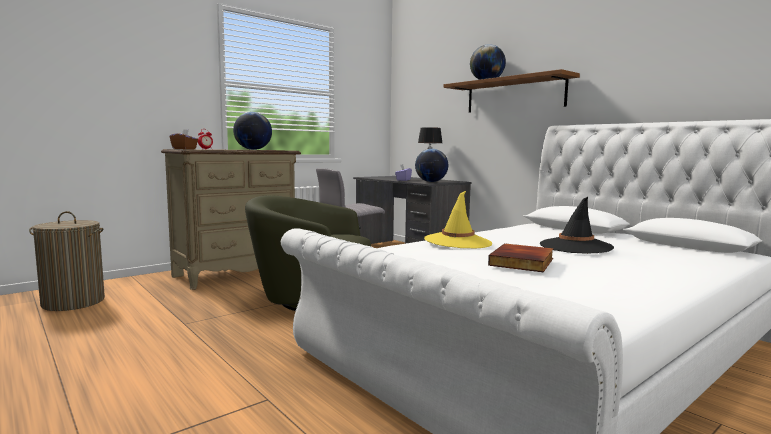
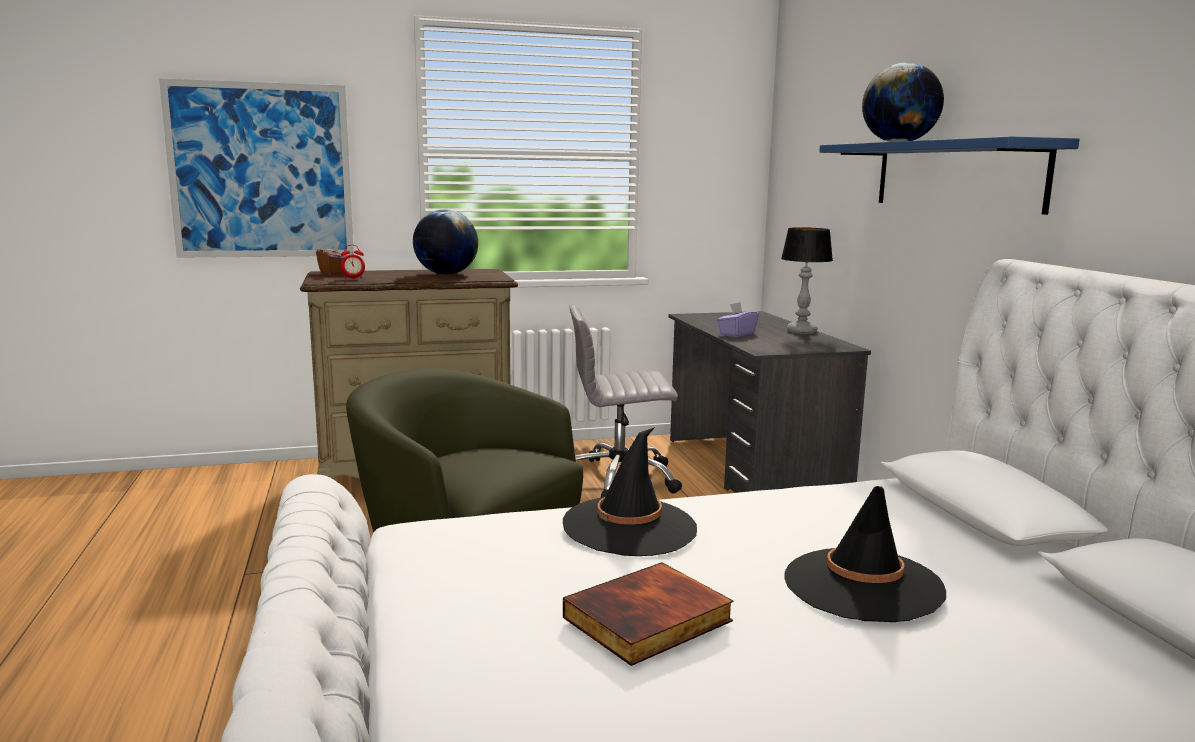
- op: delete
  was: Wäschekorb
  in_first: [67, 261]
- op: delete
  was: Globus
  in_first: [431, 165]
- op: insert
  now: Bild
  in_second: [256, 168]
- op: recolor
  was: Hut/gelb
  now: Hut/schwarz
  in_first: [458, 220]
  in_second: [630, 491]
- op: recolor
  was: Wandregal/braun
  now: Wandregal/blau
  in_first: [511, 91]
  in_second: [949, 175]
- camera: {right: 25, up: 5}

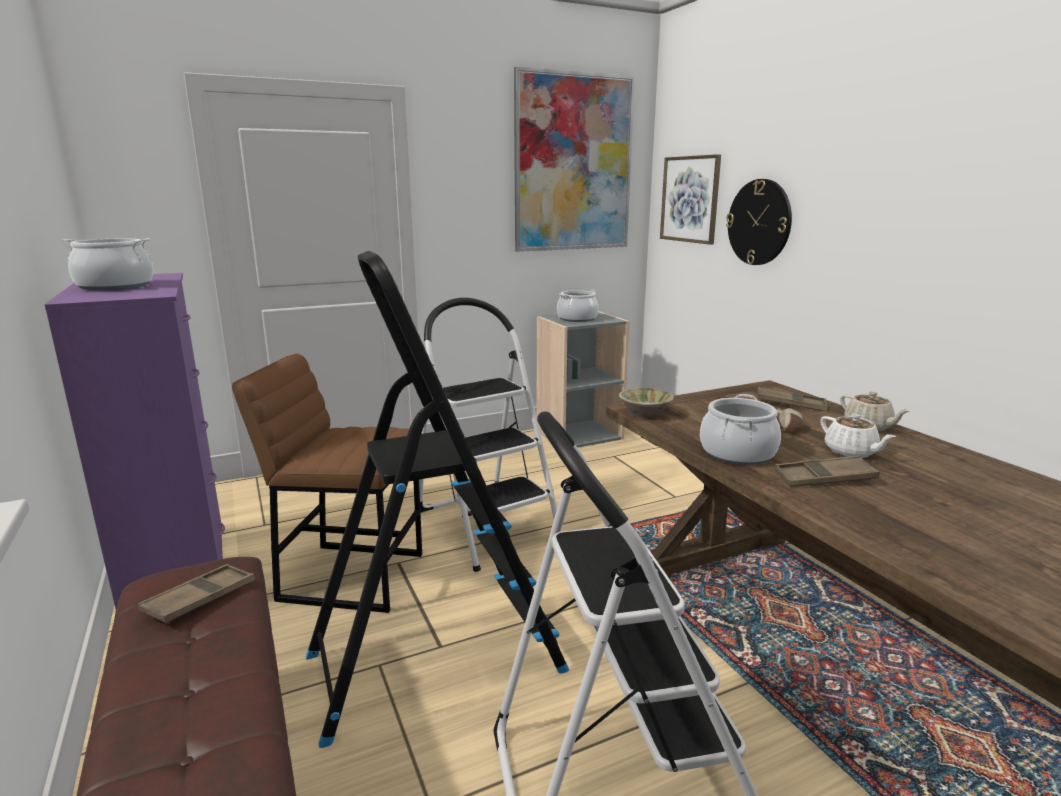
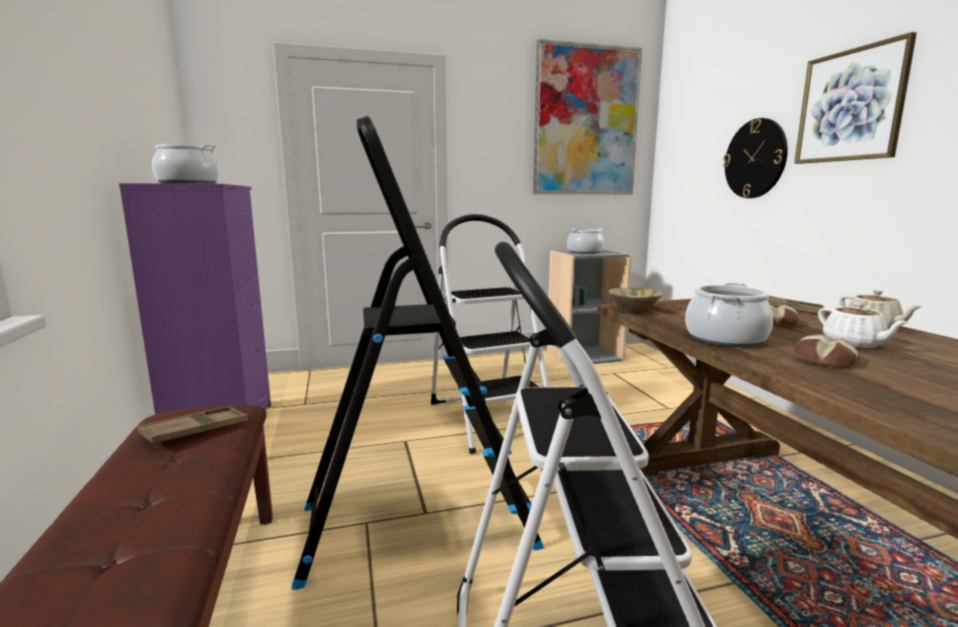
- op: delete
  was: Hocker/braun
  in_first: [327, 483]
- op: move
  was: Bild
  in_first: [690, 199]
  in_second: [855, 98]
- op: replace
  was: Tablett/braun
  now: Brot
  in_first: [827, 471]
  in_second: [827, 351]
- camera: {right: 10, up: -5}

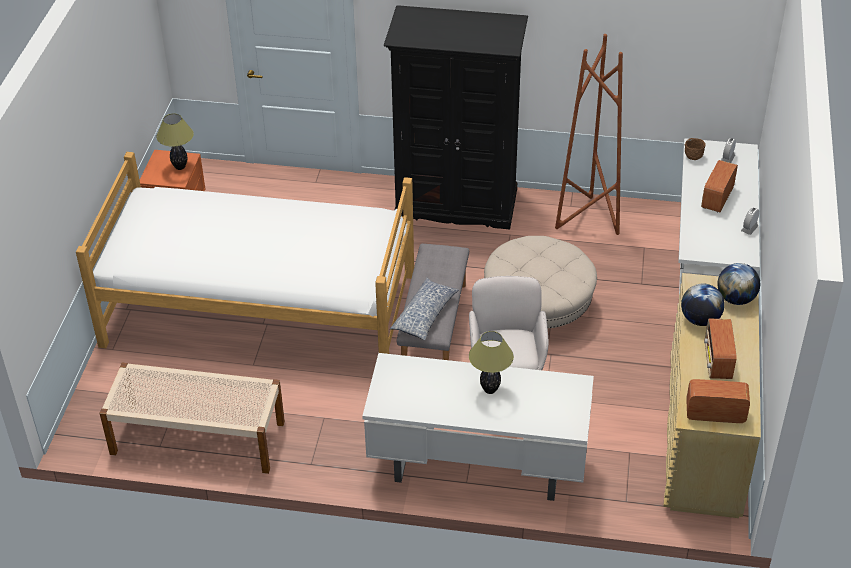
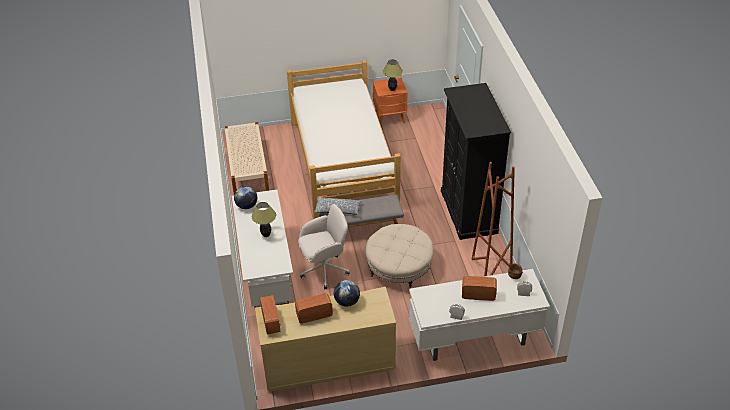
- op: move
  was: Globus
  in_first: [739, 284]
  in_second: [245, 197]
- camera: {right: 70, up: 0}

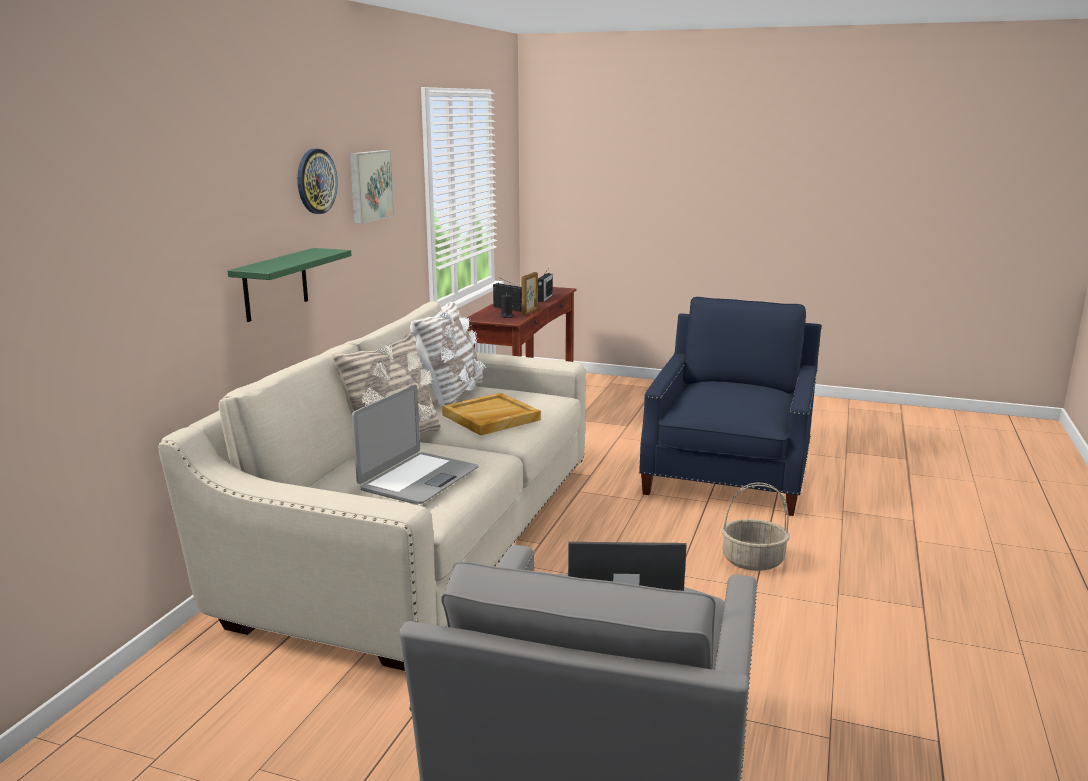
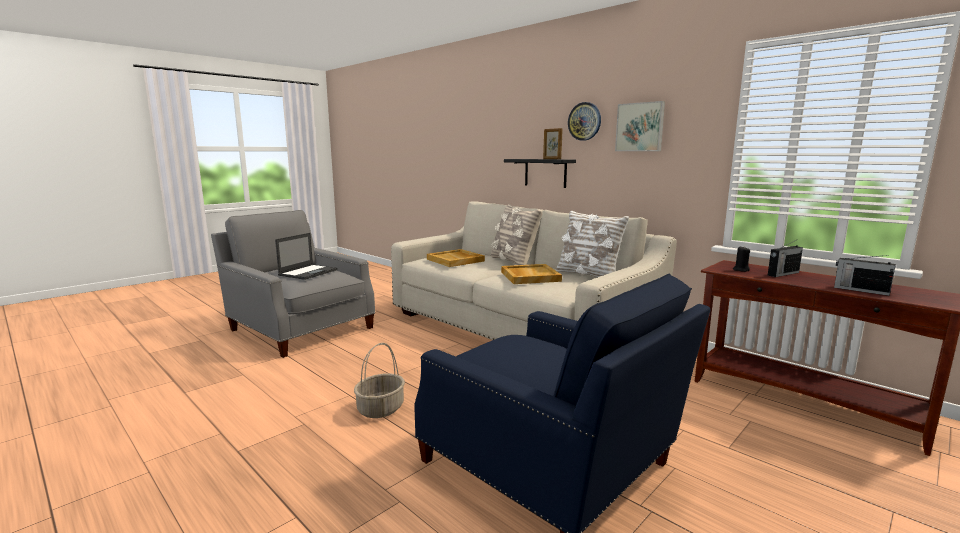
- op: move
  was: Bilderrahmen
  in_first: [529, 294]
  in_second: [553, 143]
- op: replace
  was: Laptop
  now: Tablett/beige
  in_first: [415, 444]
  in_second: [456, 258]
- op: recolor
  was: Wandregal/grün
  now: Wandregal/schwarz
  in_first: [289, 285]
  in_second: [540, 173]
- camera: {right: 115, up: -5}

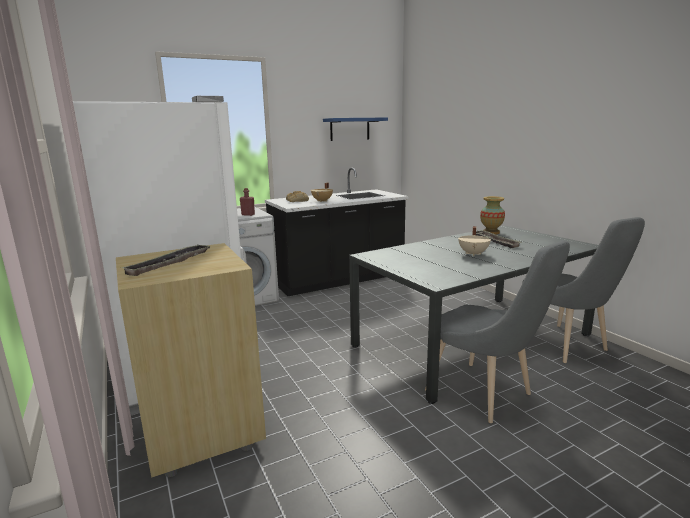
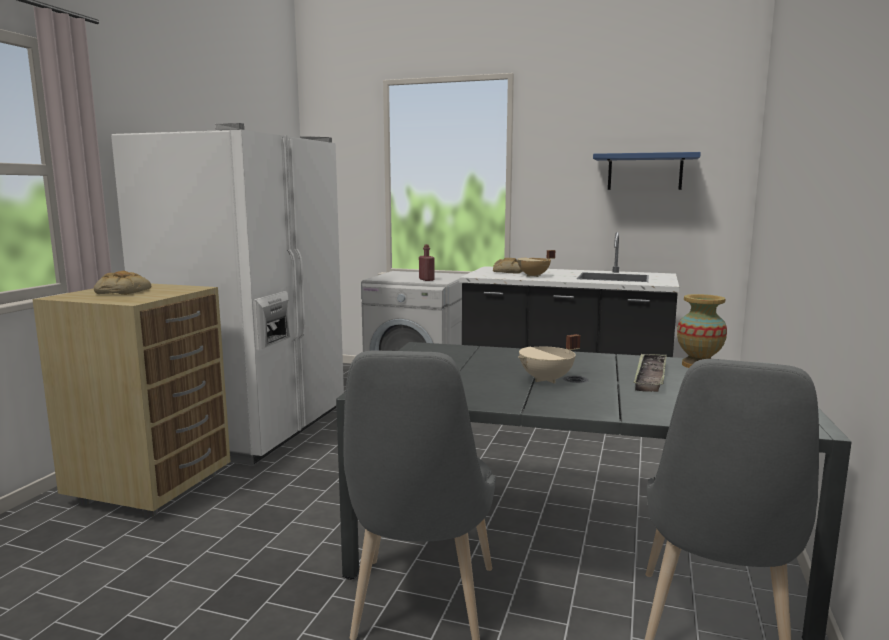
- op: replace
  was: Tablett
  now: Brot
  in_first: [166, 260]
  in_second: [122, 283]
- camera: {right: 45, up: -5}

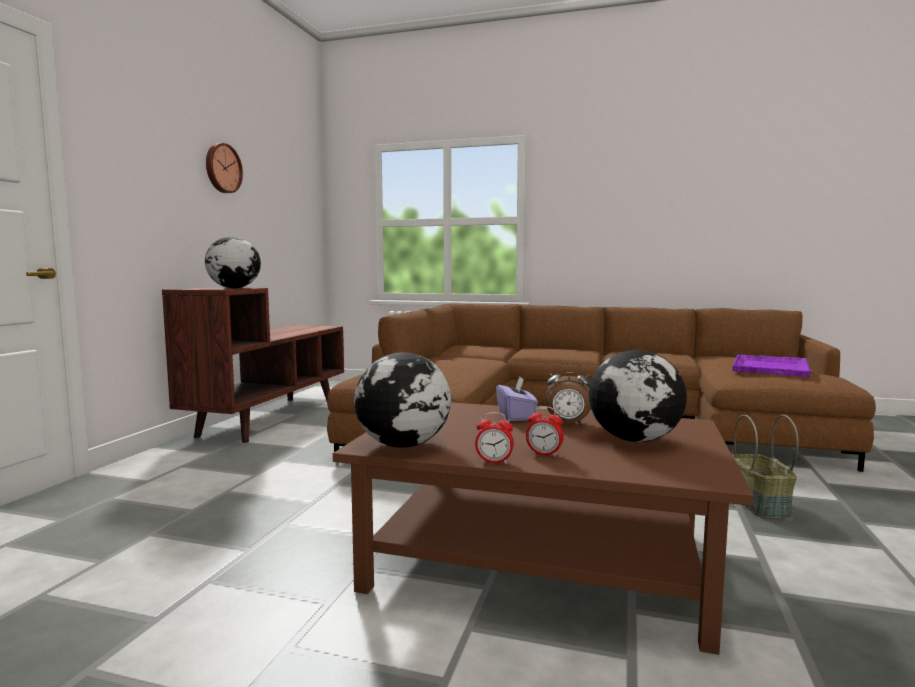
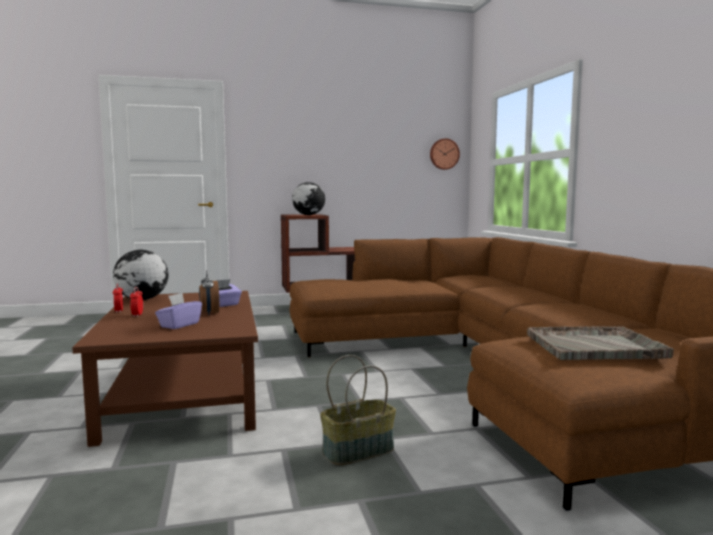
- op: move
  was: Wanduhr
  in_first: [224, 168]
  in_second: [445, 154]
- op: replace
  was: Globus
  now: Taschentuchbox/lila
  in_first: [638, 396]
  in_second: [178, 311]
- op: recolor
  was: Tablett/lila
  now: Tablett/grau
  in_first: [771, 365]
  in_second: [600, 343]
- camera: {right: 60, up: 0}

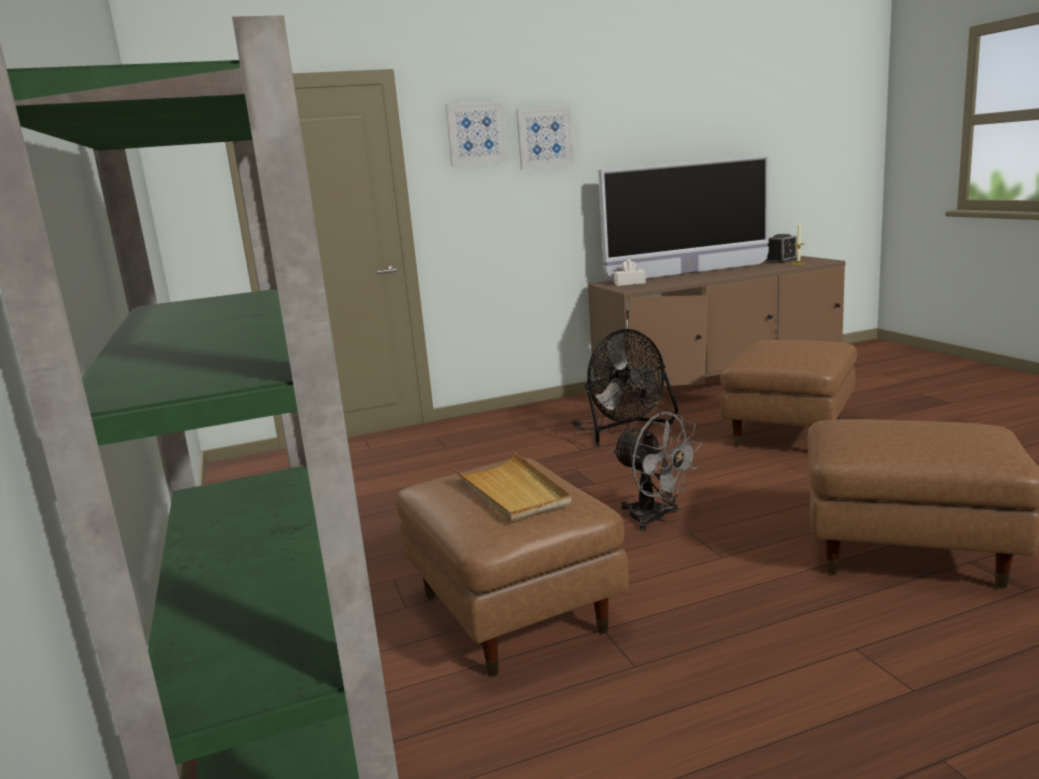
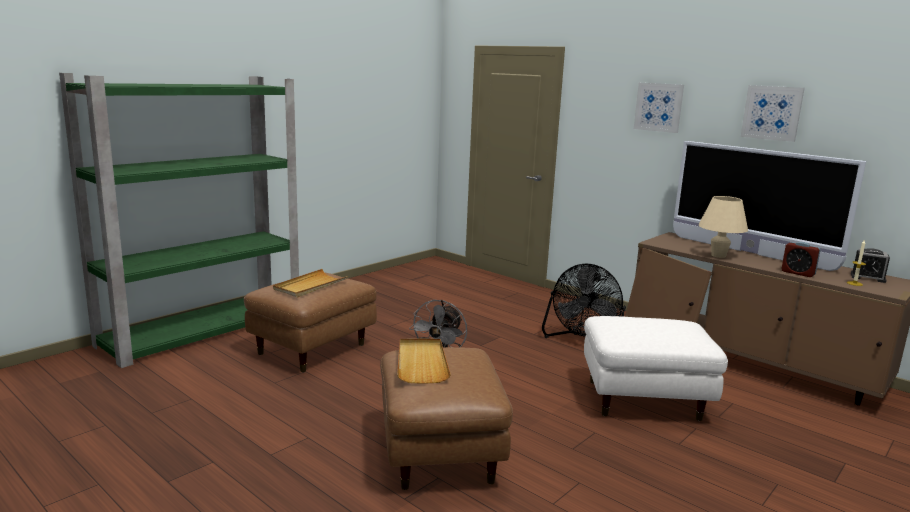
- op: delete
  was: Taschentuchbox/weiß
  in_first: [630, 272]
- op: insert
  now: Tablett/beige
  in_second: [424, 361]
- op: insert
  now: Tischlampe/beige
  in_second: [723, 227]
- op: insert
  now: Wecker
  in_second: [801, 259]
- op: move
  was: Bild
  in_first: [476, 133]
  in_second: [773, 113]
- op: recolor
  was: Polsterhocker/braun
  now: Polsterhocker/weiß
  in_first: [788, 393]
  in_second: [656, 368]
- camera: {right: 60, up: 0}

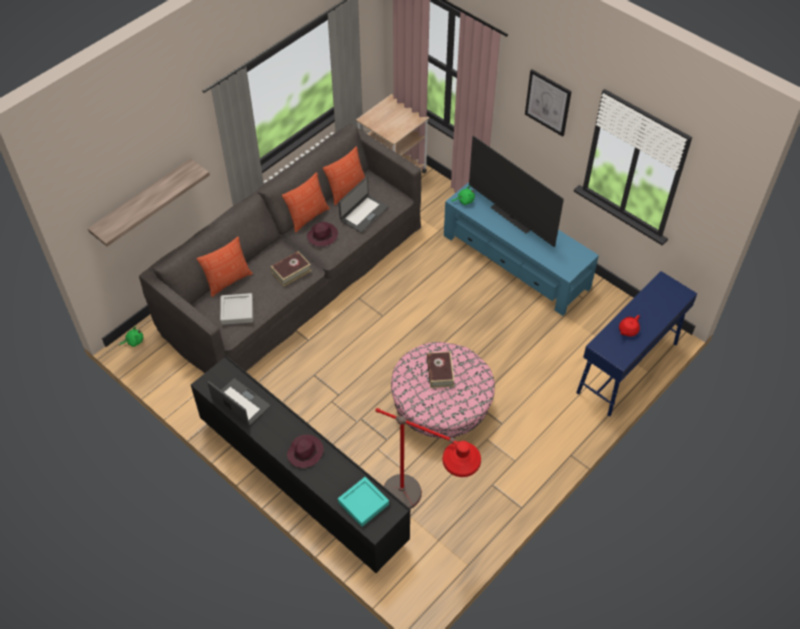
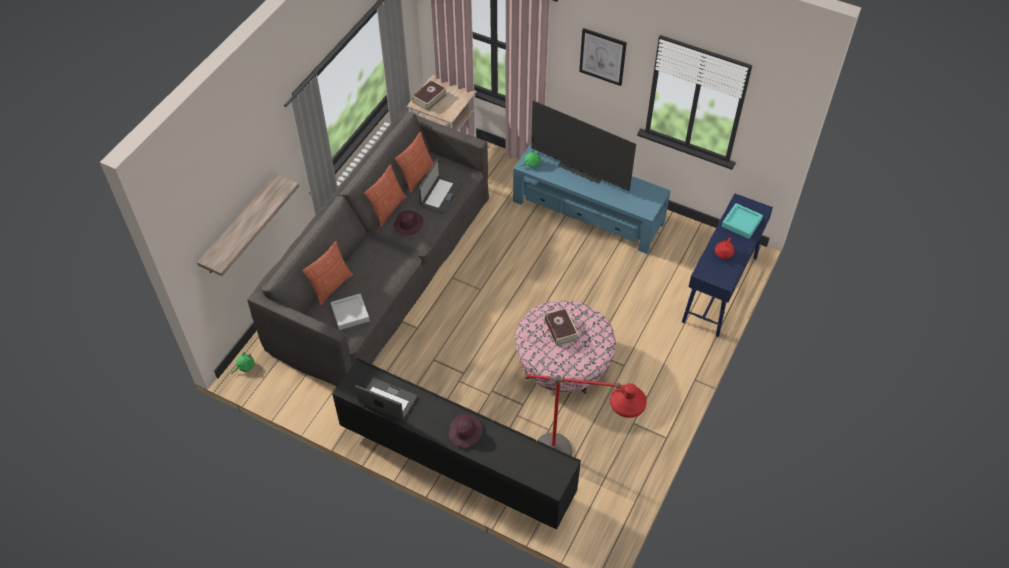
- op: move
  was: Buch
  in_first: [291, 268]
  in_second: [429, 95]
- op: move
  was: Tablett/türkis
  in_first: [363, 502]
  in_second: [742, 221]
- camera: {right: -15, up: 0}

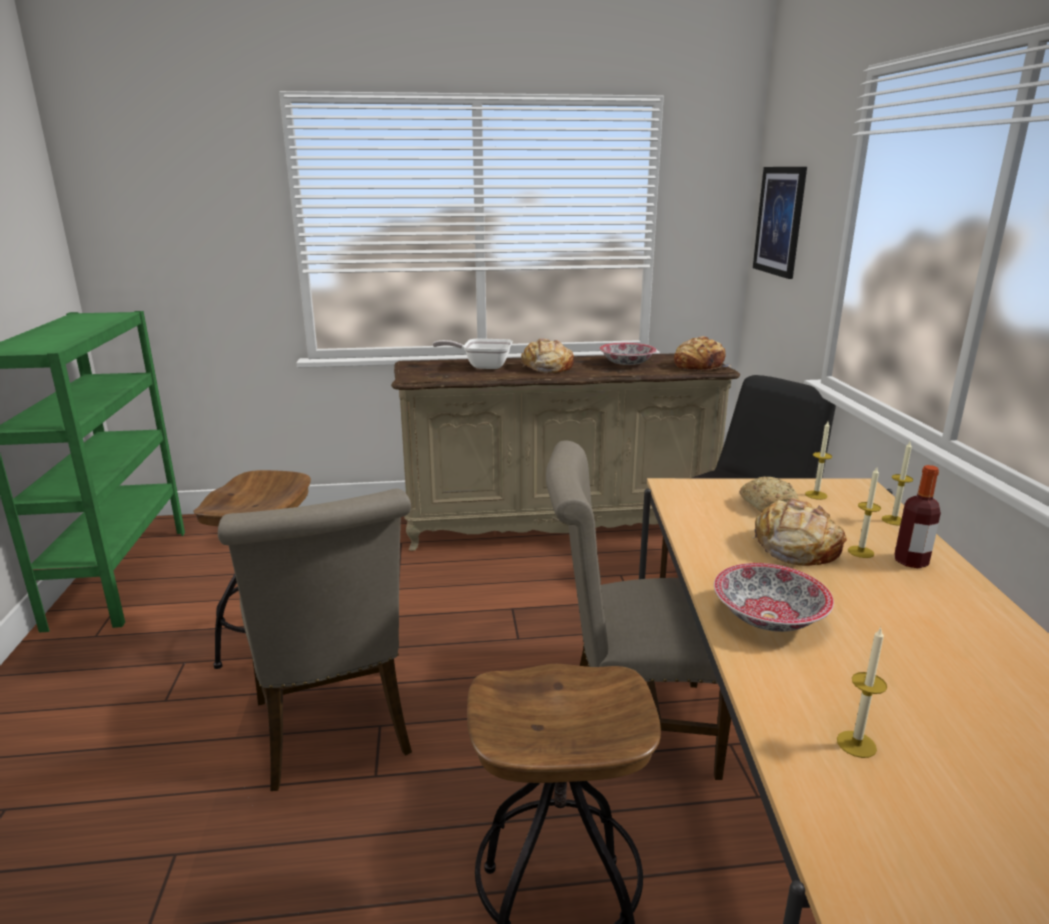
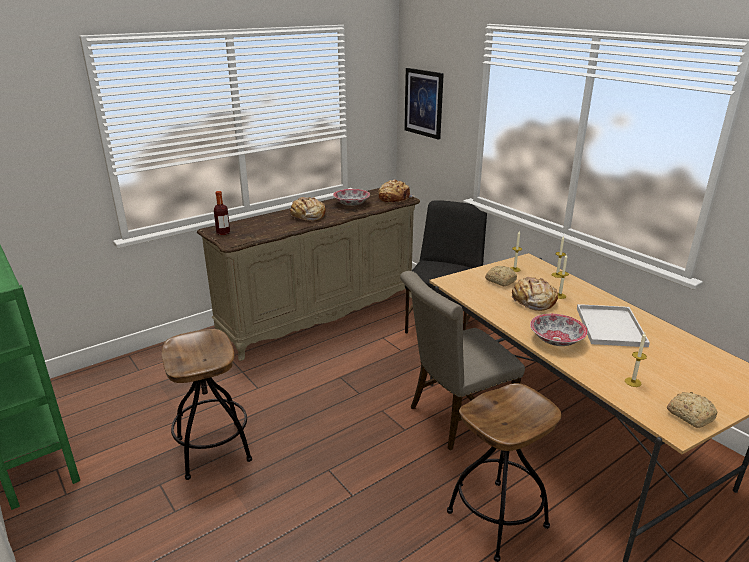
- op: delete
  was: Stuhl/beige
  in_first: [315, 640]
- op: delete
  was: Pfanne
  in_first: [473, 354]
- op: insert
  now: Tablett/weiß
  in_second: [613, 325]
- op: insert
  now: Brot
  in_second: [692, 410]
- op: move
  was: Flasche
  in_first: [918, 516]
  in_second: [222, 213]
- camera: {right: -30, up: 5}

